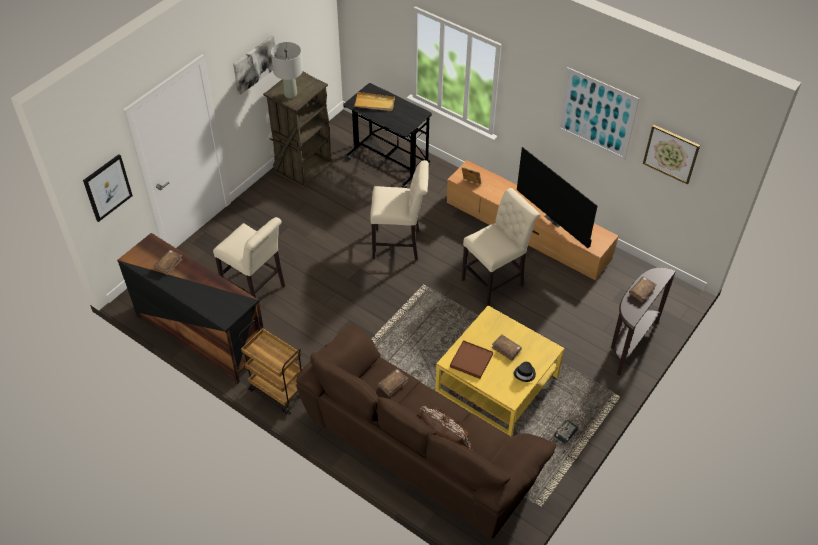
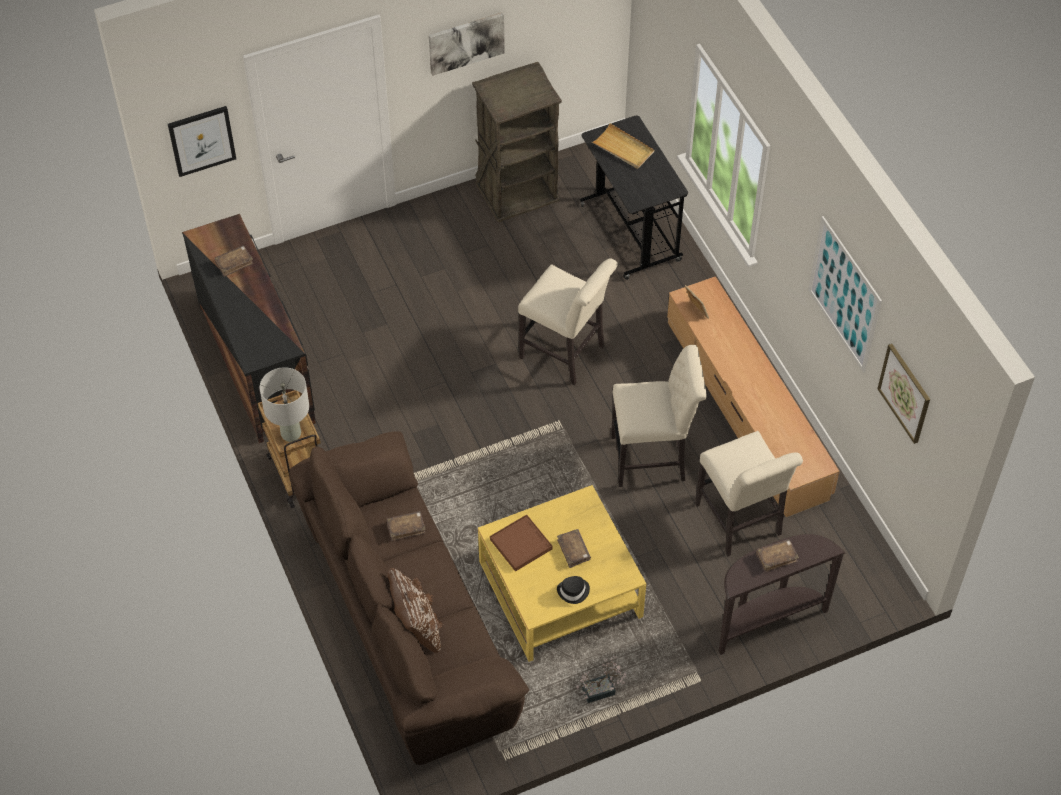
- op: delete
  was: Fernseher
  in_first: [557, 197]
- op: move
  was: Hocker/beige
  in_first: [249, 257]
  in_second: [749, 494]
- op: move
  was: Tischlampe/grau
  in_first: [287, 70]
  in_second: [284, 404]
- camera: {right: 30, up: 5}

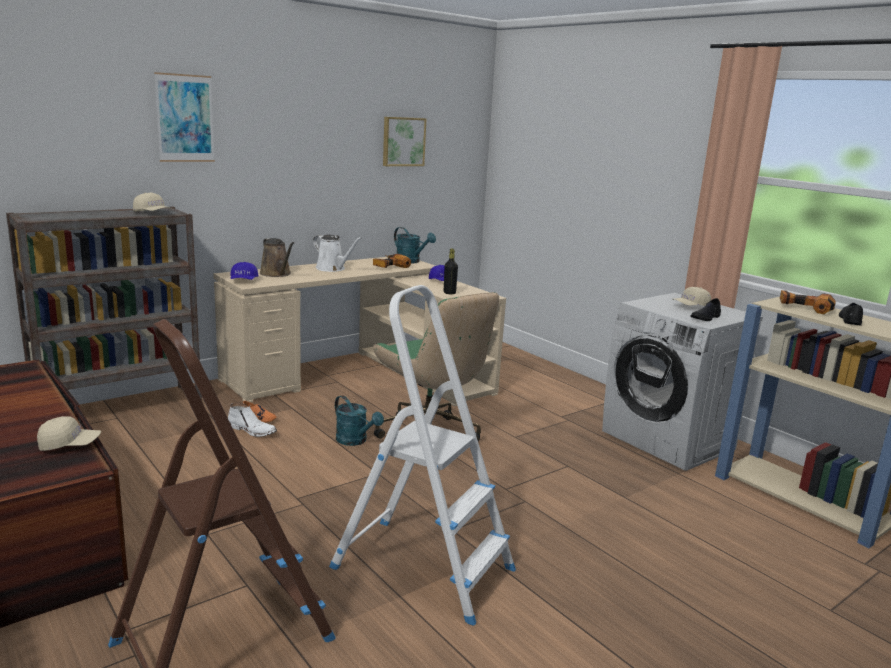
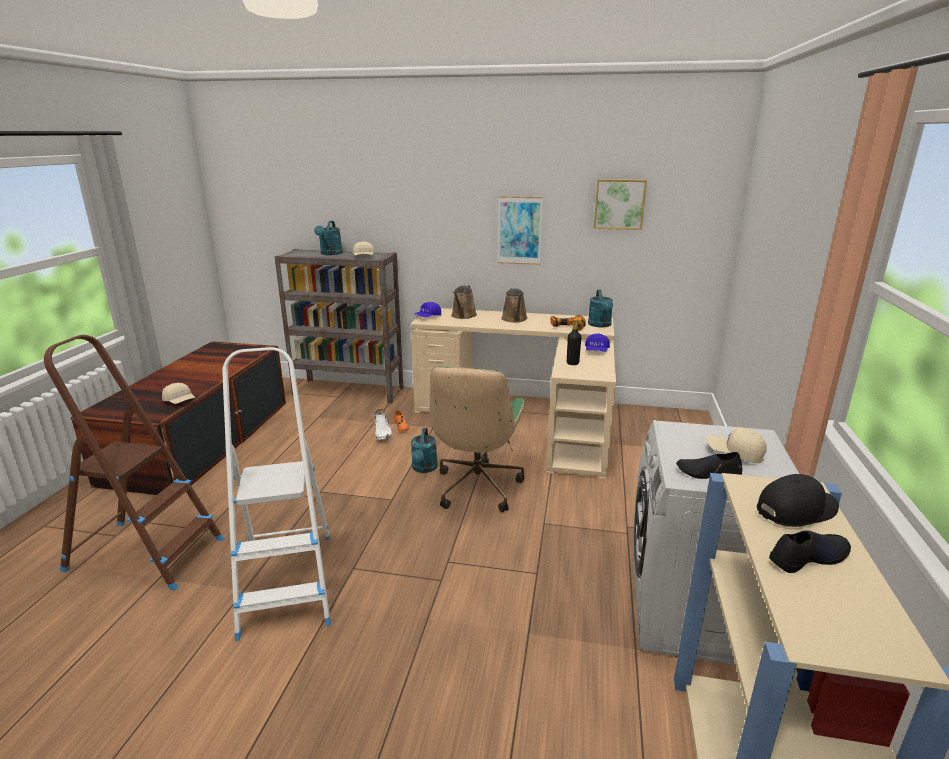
- op: insert
  now: Gießkanne/türkis
  in_second: [328, 238]
- op: move
  was: Bild
  in_first: [184, 117]
  in_second: [520, 230]
- op: replace
  was: Bohrmaschine
  now: Kappe/schwarz
  in_first: [808, 302]
  in_second: [798, 500]
- op: recolor
  was: Gießkanne/weiß
  now: Gießkanne/braun
  in_first: [337, 253]
  in_second: [514, 305]
- camera: {right: 50, up: 5}

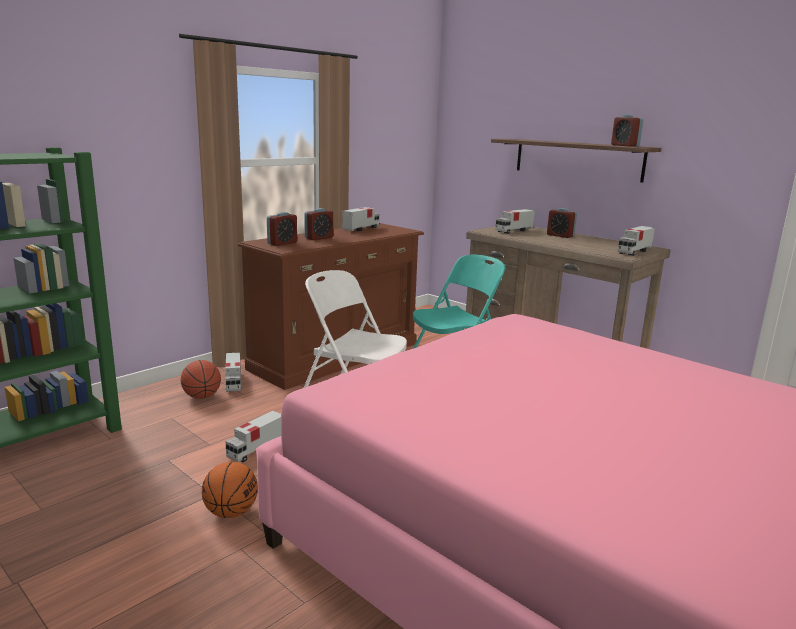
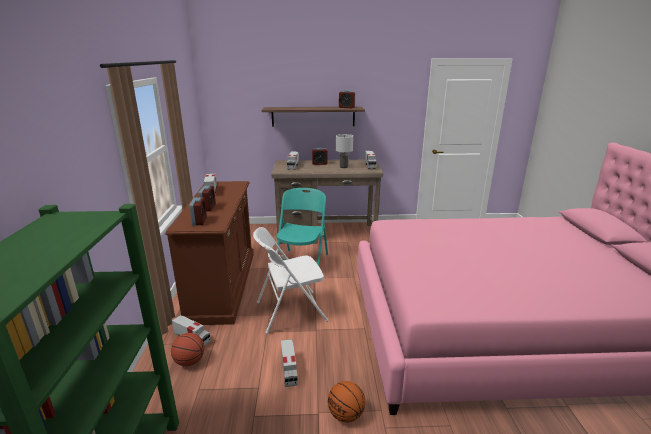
- op: insert
  now: Tischlampe/weiß
  in_second: [344, 151]
- camera: {right: -45, up: 5}

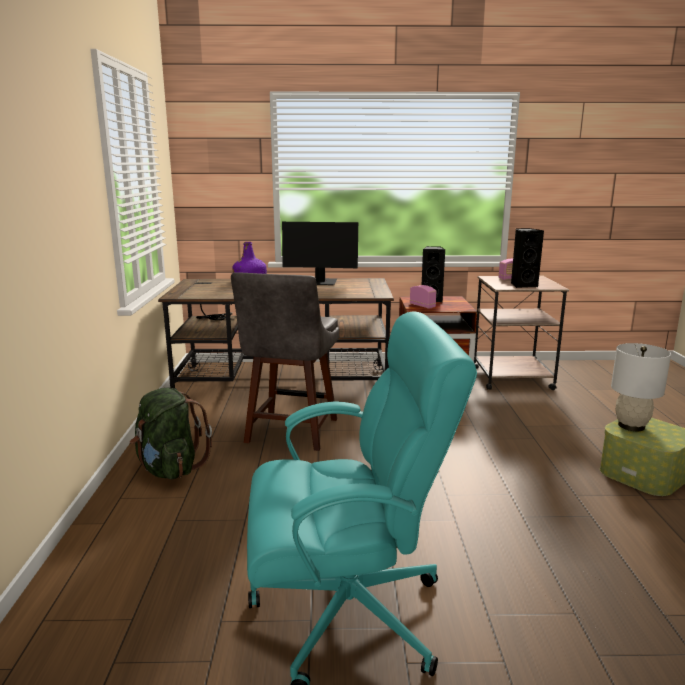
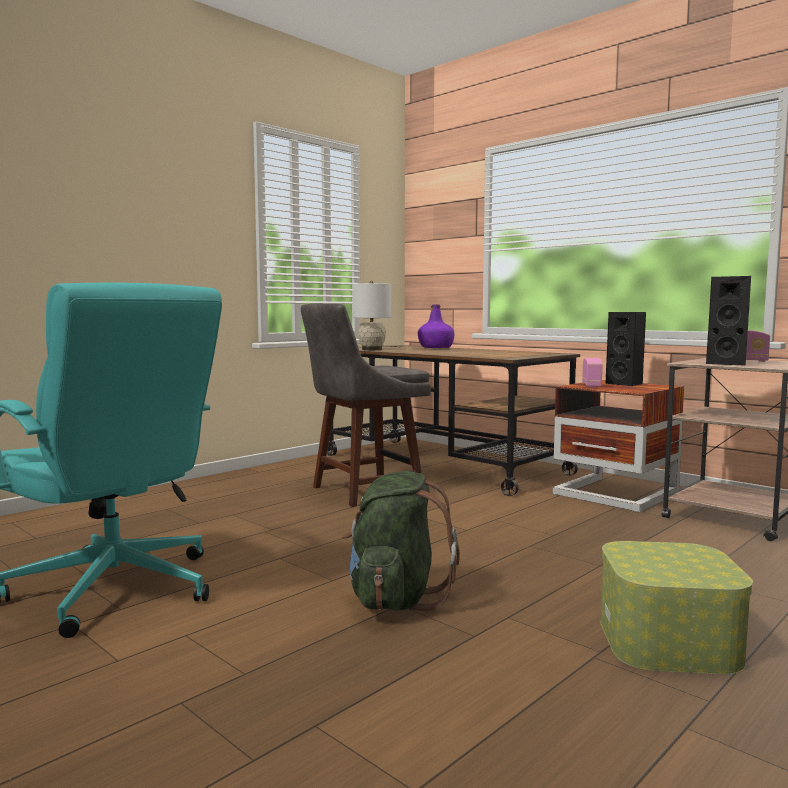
- op: delete
  was: Monitor
  in_first: [320, 253]
- op: move
  was: Rucksack/grün
  in_first: [171, 433]
  in_second: [400, 541]
- op: move
  was: Tischlampe/weiß
  in_first: [641, 387]
  in_second: [371, 315]
- camera: {right: 45, up: -10}

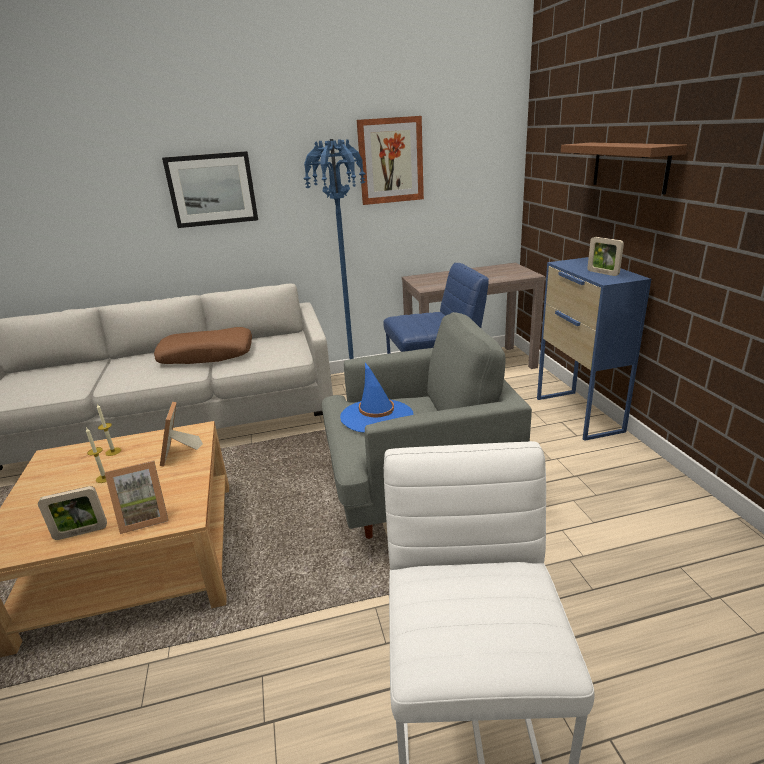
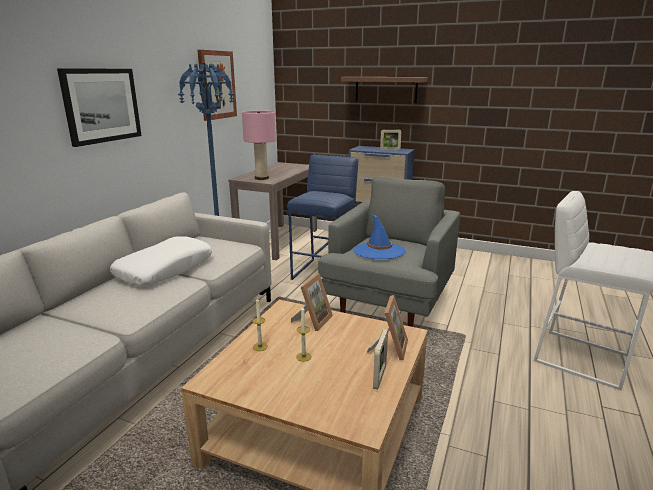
- op: insert
  now: Tischlampe/rosa
  in_second: [259, 145]
- op: recolor
  was: Kissen/braun
  now: Kissen/weiß
  in_first: [203, 345]
  in_second: [161, 261]
- op: rotate
  was: Bilderrahmen
  in_first: [181, 434]
  in_second: [312, 302]
  clockwise: -90
- camera: {right: -55, up: -5}

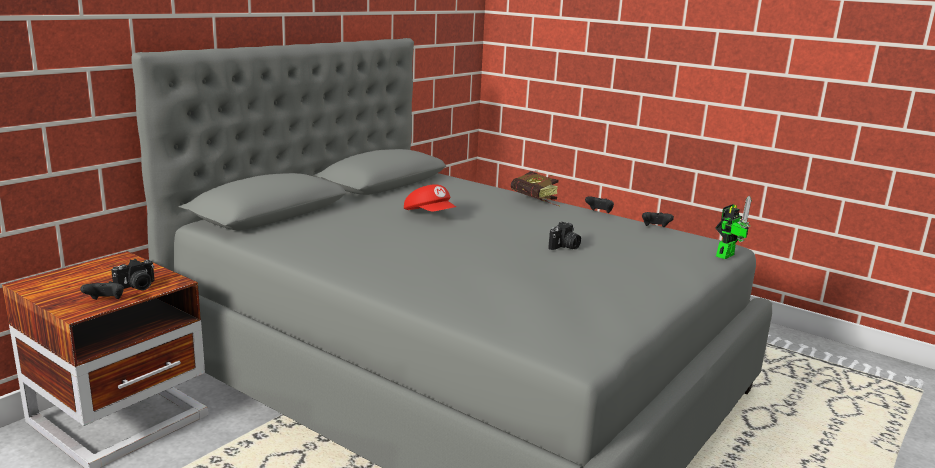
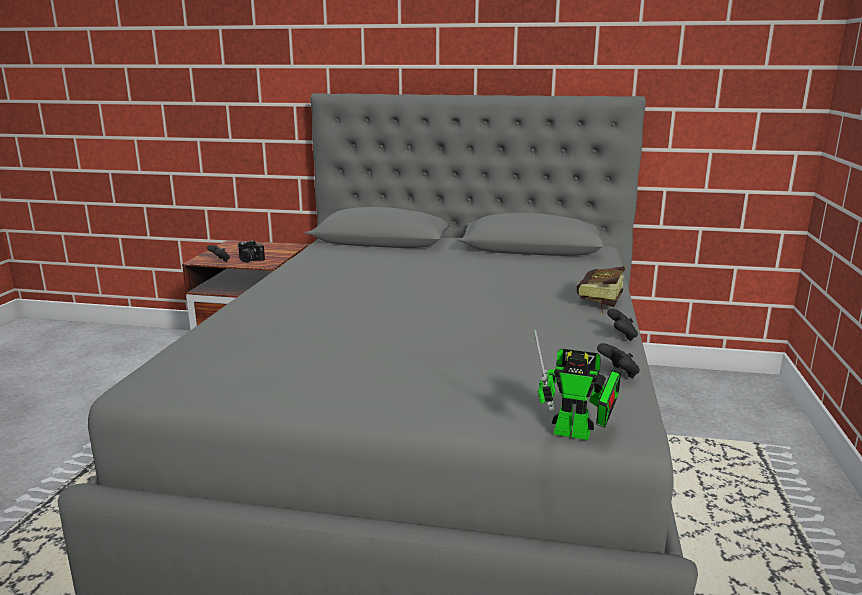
- op: delete
  was: Kappe/rot
  in_first: [430, 197]
- op: delete
  was: Kamera
  in_first: [564, 236]
- camera: {right: 65, up: 0}

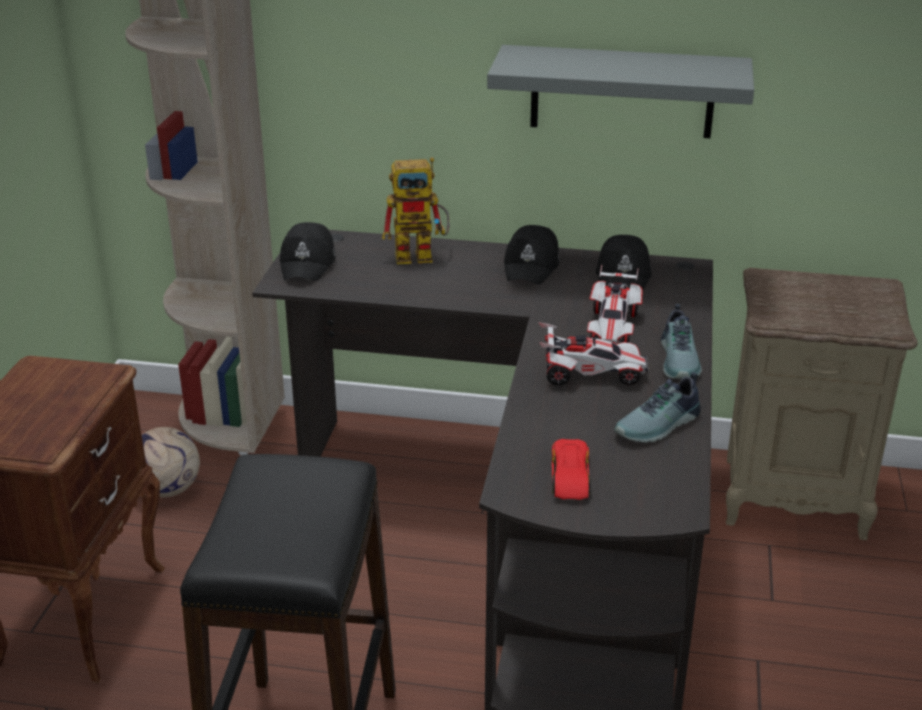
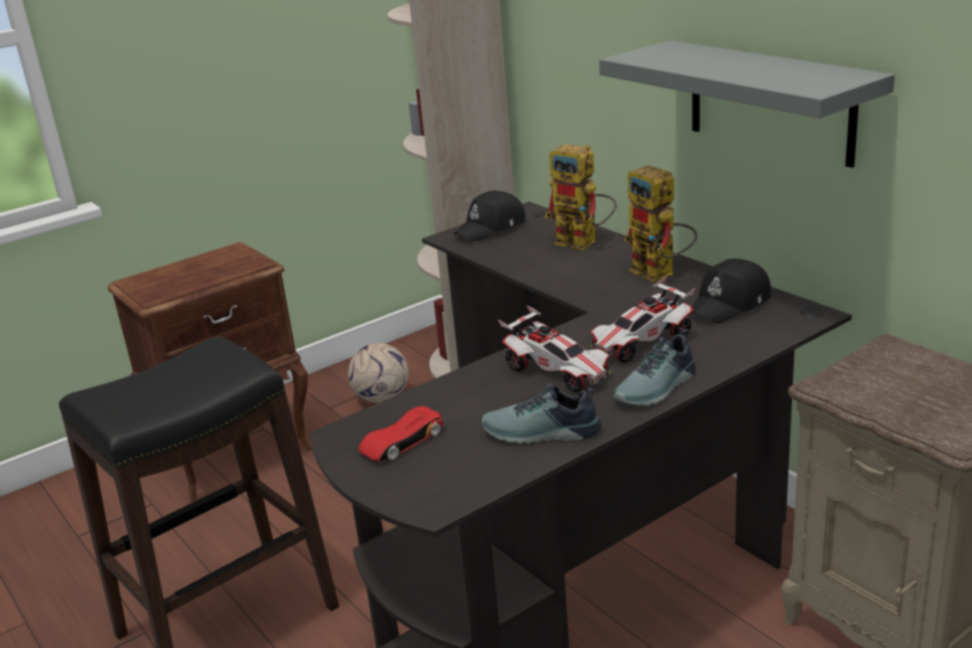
- op: replace
  was: Kappe/schwarz
  now: Spielzeugroboter
  in_first: [531, 255]
  in_second: [660, 224]
- camera: {right: 45, up: -5}

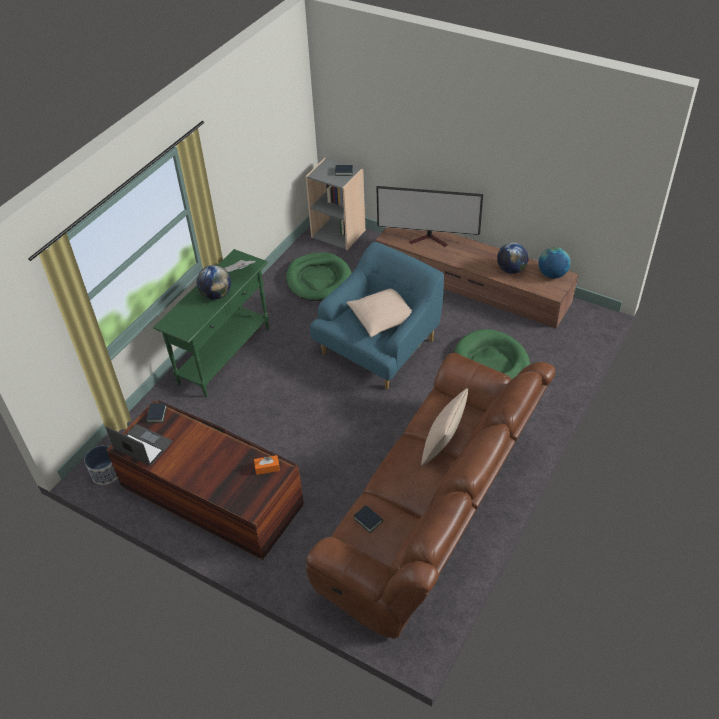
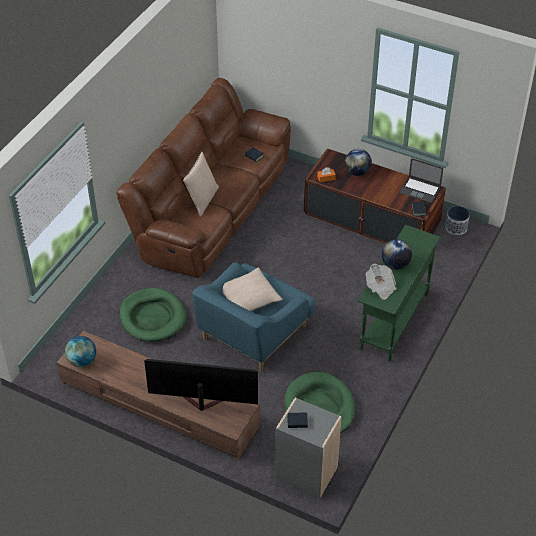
- op: move
  was: Globus
  in_first: [513, 258]
  in_second: [358, 162]
- camera: {right: 175, up: 0}

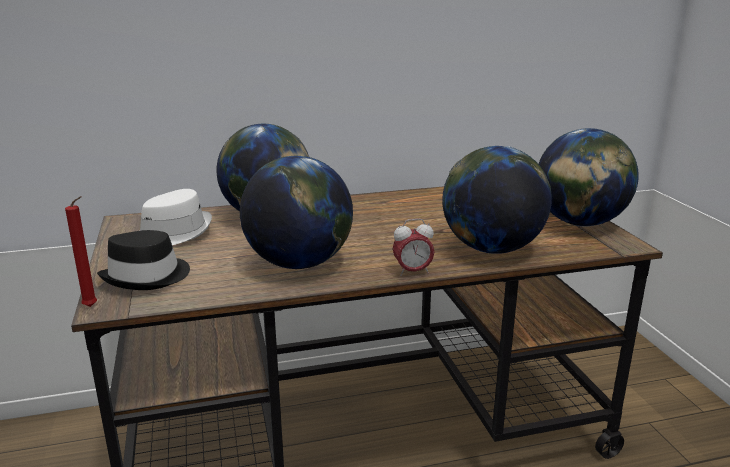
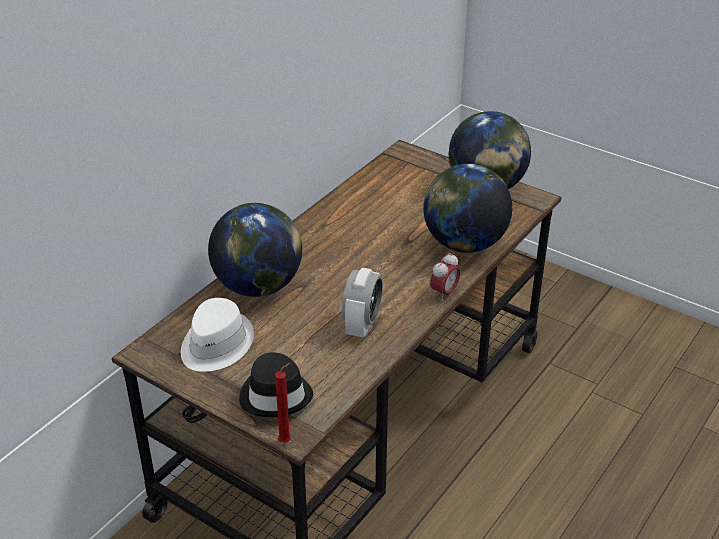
- op: replace
  was: Globus
  now: Wecker
  in_first: [296, 212]
  in_second: [362, 303]
- camera: {right: -40, up: 15}

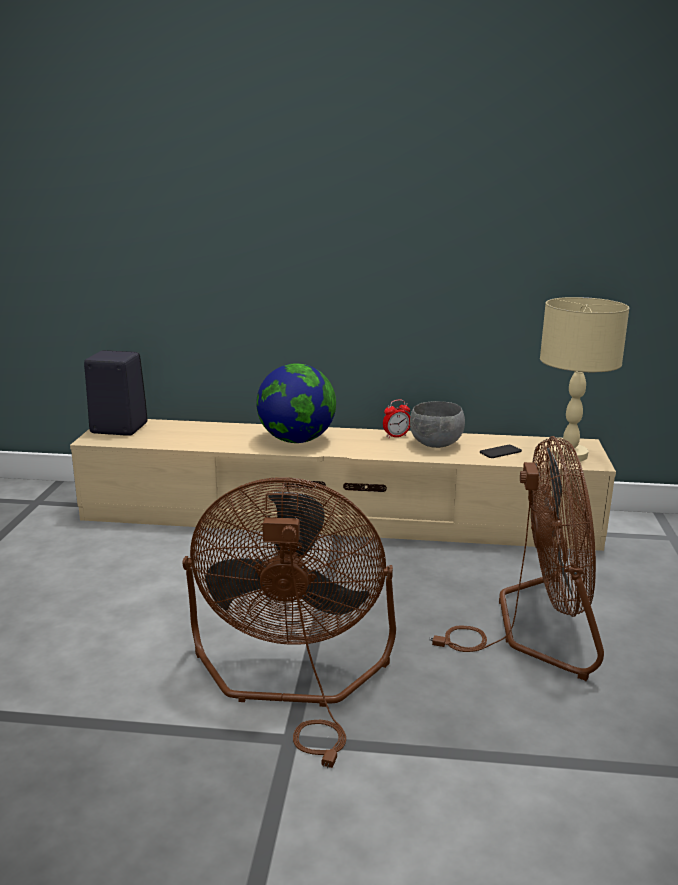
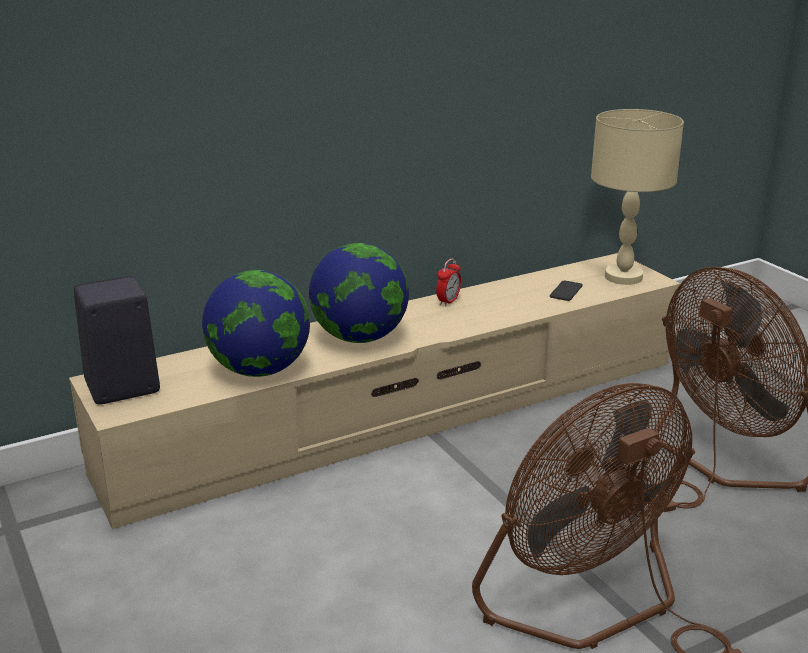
- op: delete
  was: Schüssel/grau
  in_first: [437, 424]
- op: insert
  now: Globus
  in_second: [256, 323]
- camera: {right: -35, up: 5}

